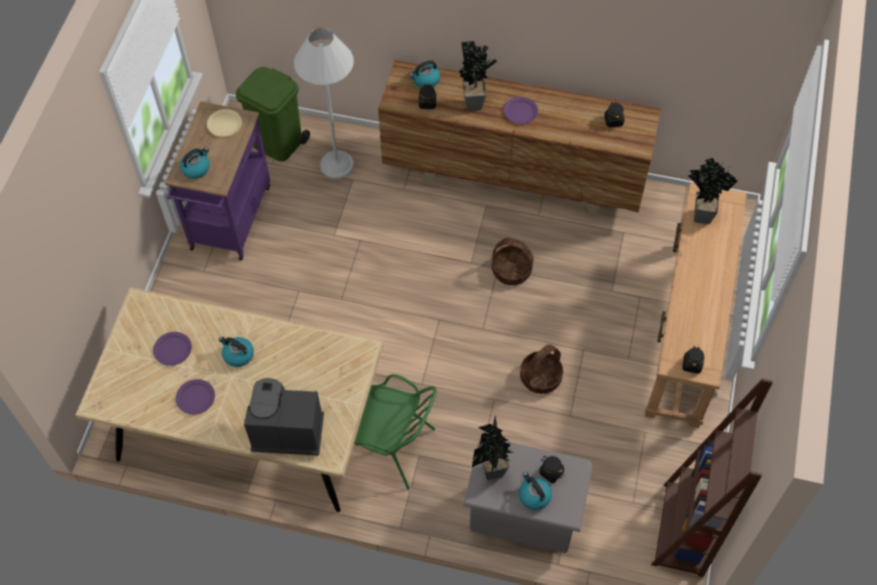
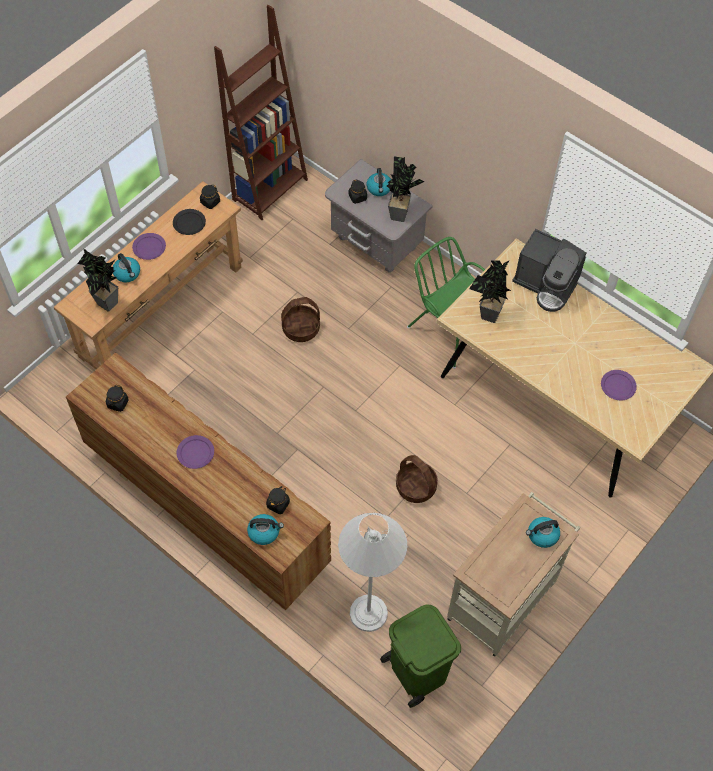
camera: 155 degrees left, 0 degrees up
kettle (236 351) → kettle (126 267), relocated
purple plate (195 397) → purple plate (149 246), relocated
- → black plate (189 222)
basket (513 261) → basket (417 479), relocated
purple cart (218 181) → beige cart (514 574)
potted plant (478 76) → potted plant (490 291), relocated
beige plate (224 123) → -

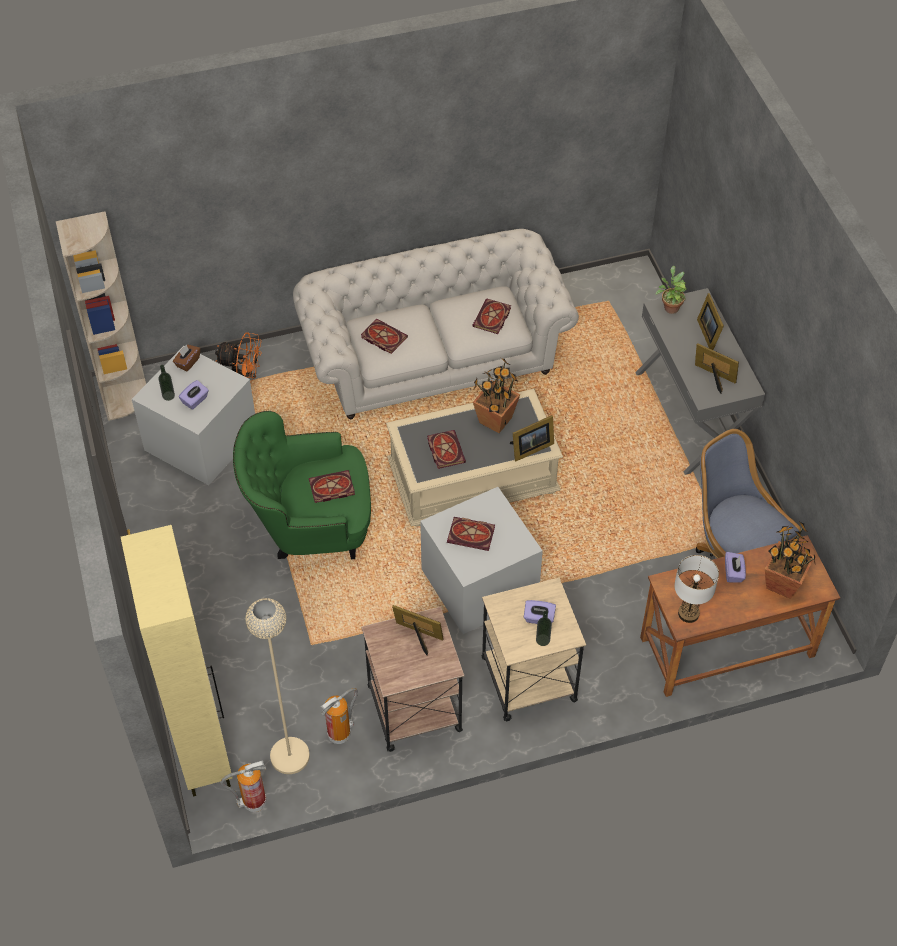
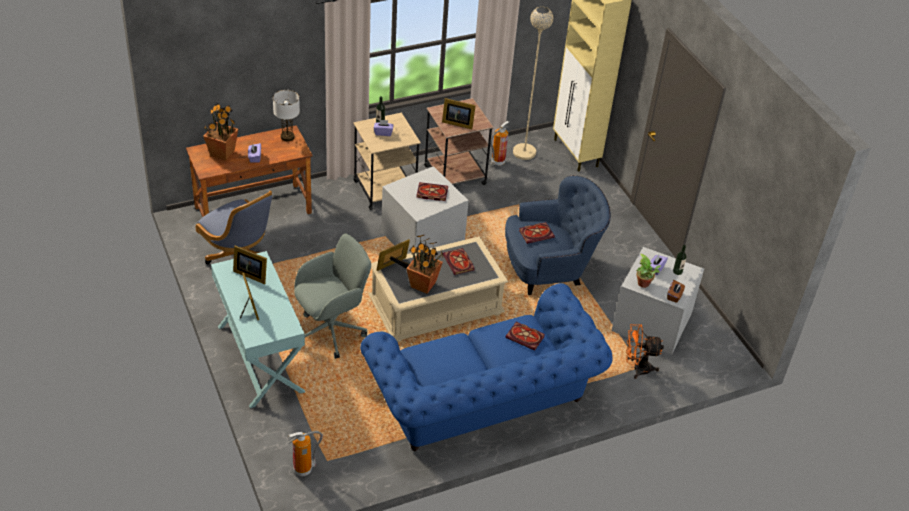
camera: 170 degrees right, 10 degrees down
grey desk (700 381) → turquoise desk (258 329)
fire extinguisher (243 786) → fire extinguisher (305 453), relocated
- → grey office chair (332 296)
white sofa (436 324) → blue sofa (486 367)
green armchair (302 485) → blue armchair (558 235)
potted plant (671 290) → potted plant (648 271), relocated
beige bookcase (101 316) → -
book (491 316) → -

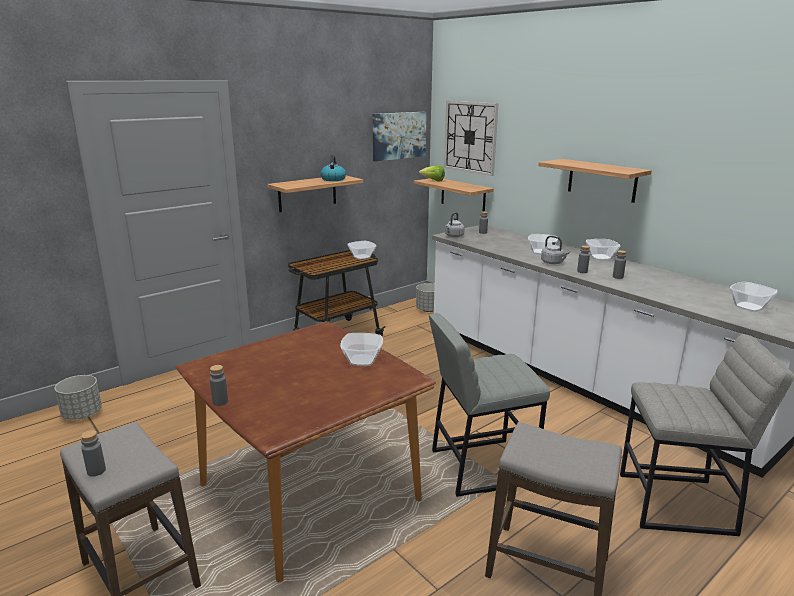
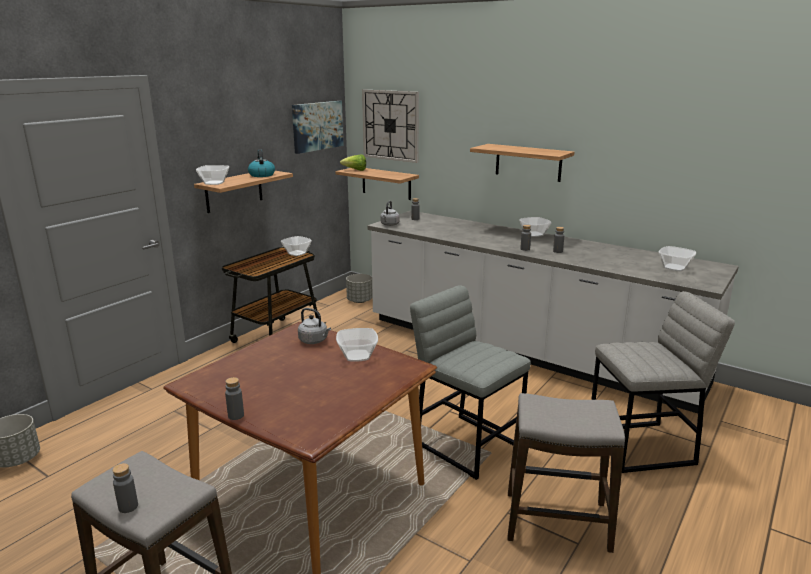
camera: 15 degrees left, 0 degrees up
bowl (543 244) → bowl (212 175), relocated
grey kettle (555 250) → grey kettle (314 326), relocated
grey chair (489 405) → grey chair (470 383), 75 degrees clockwise

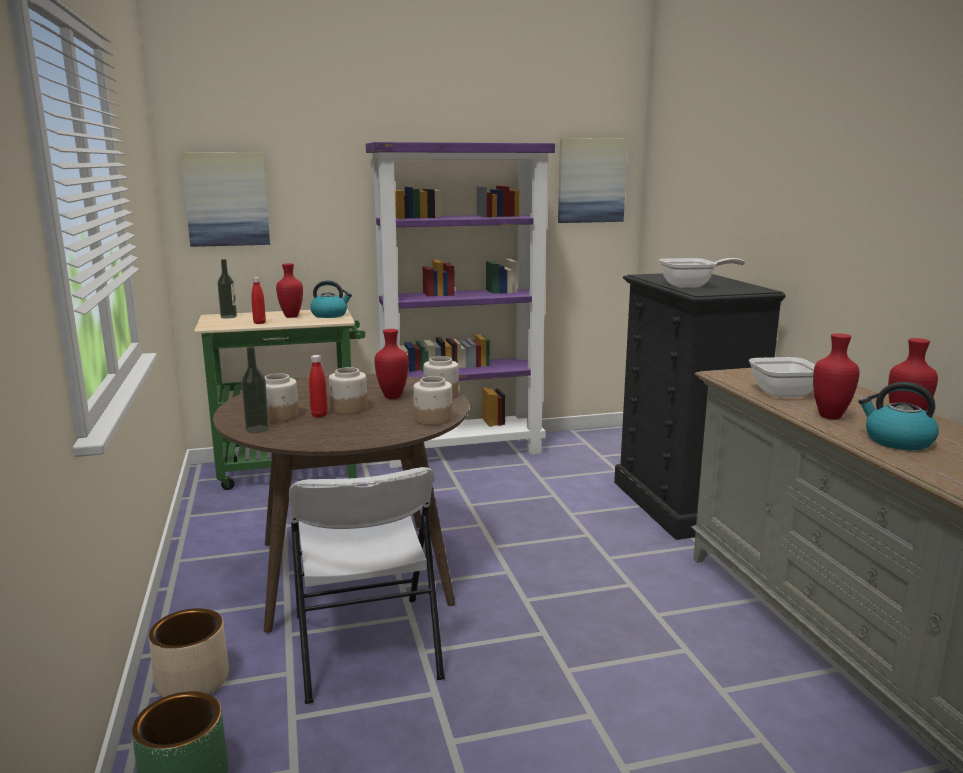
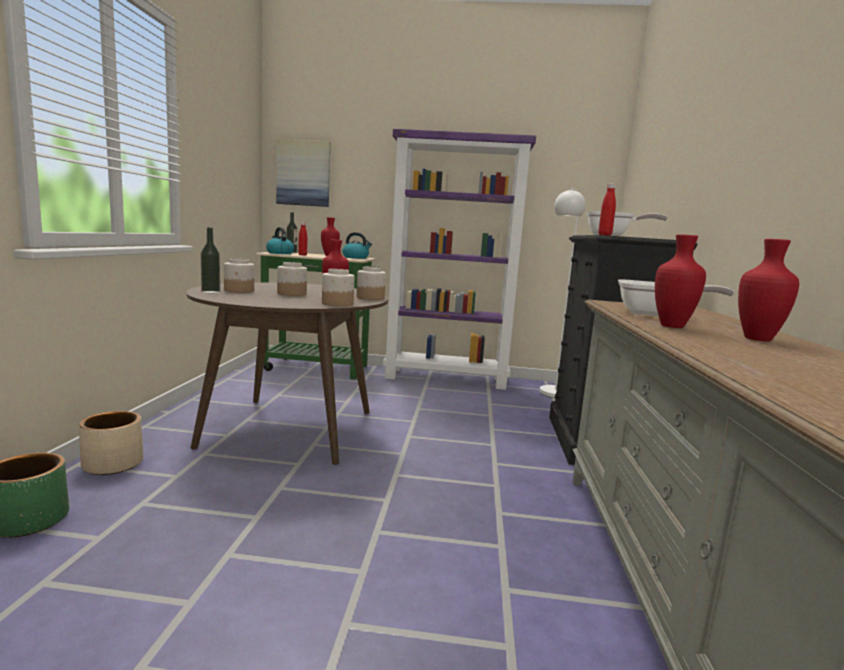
camera: 20 degrees right, 5 degrees down
kettle (899 416) → kettle (280 240), relocated
- → white floor lamp (562 293)
red bottle (318 386) → red bottle (607 210), relocated
white chair (367 585) → -
picture (593 180) → -

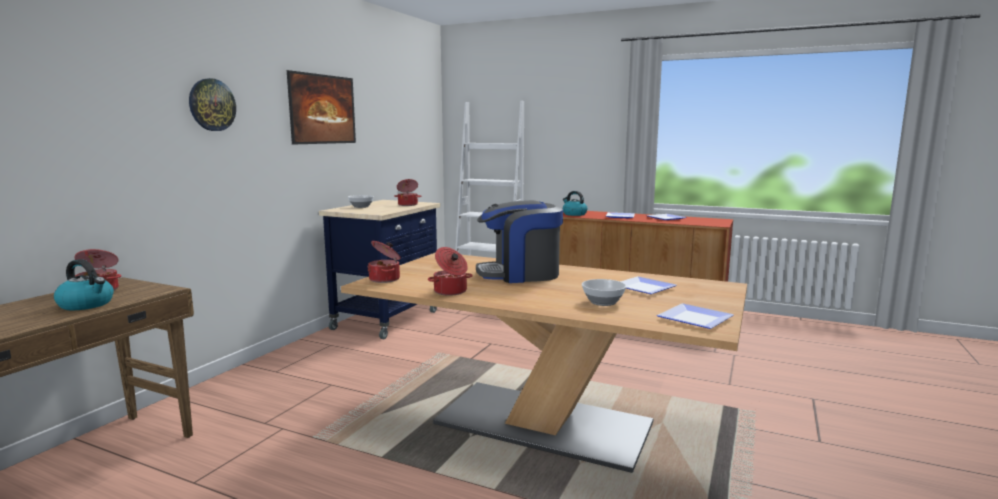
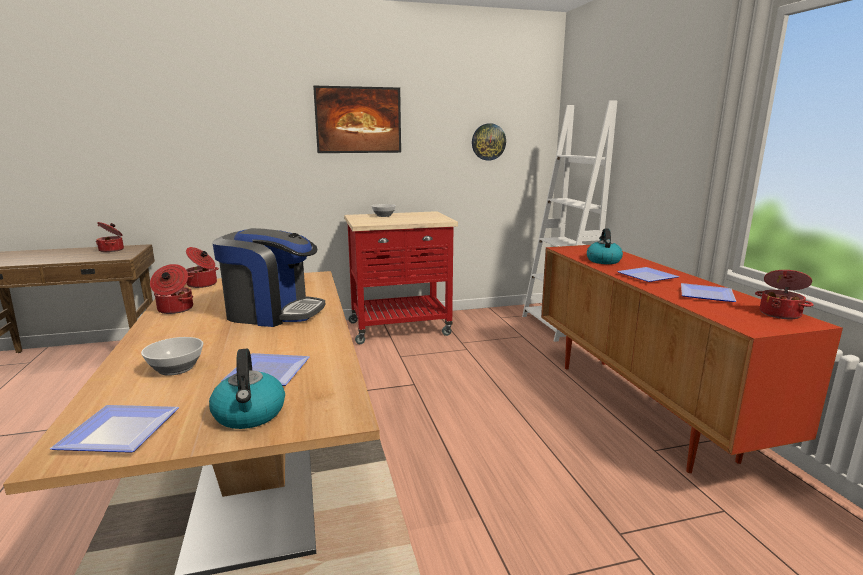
camera: 50 degrees right, 5 degrees up
kettle (84 284) → kettle (247 389), relocated
coffee machine (519 241) → coffee machine (269 277), 150 degrees clockwise
blue cart (379 269) → red cart (401 277)
wall clock (212 104) → wall clock (489 142), relocated
cooking pot (407 192) → cooking pot (784 294), relocated

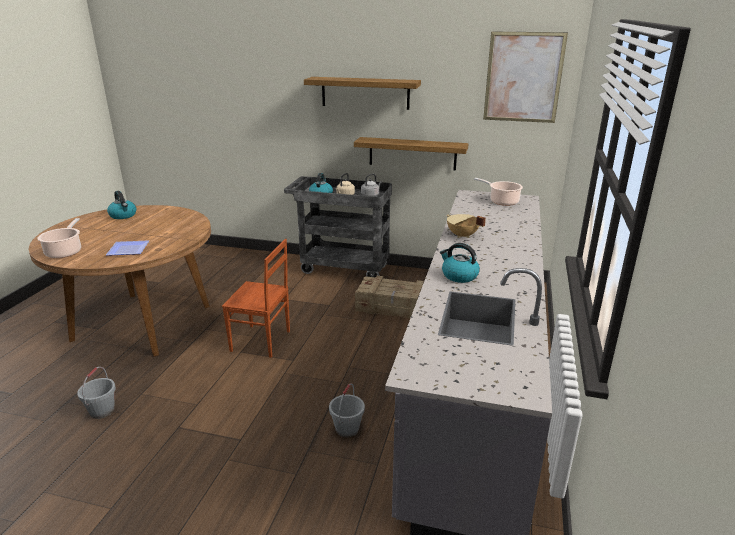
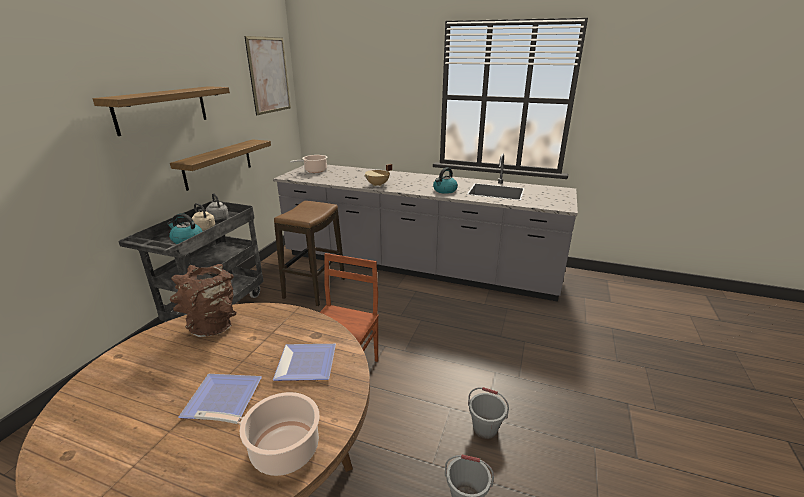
camera: 85 degrees left, 0 degrees up
- → brown vase (202 300)
- → plate (220 397)
crate (389 297) → stool (309 253)
grey bucket (347 410) → grey bucket (488 413), relocated
kettle (121 205) → -

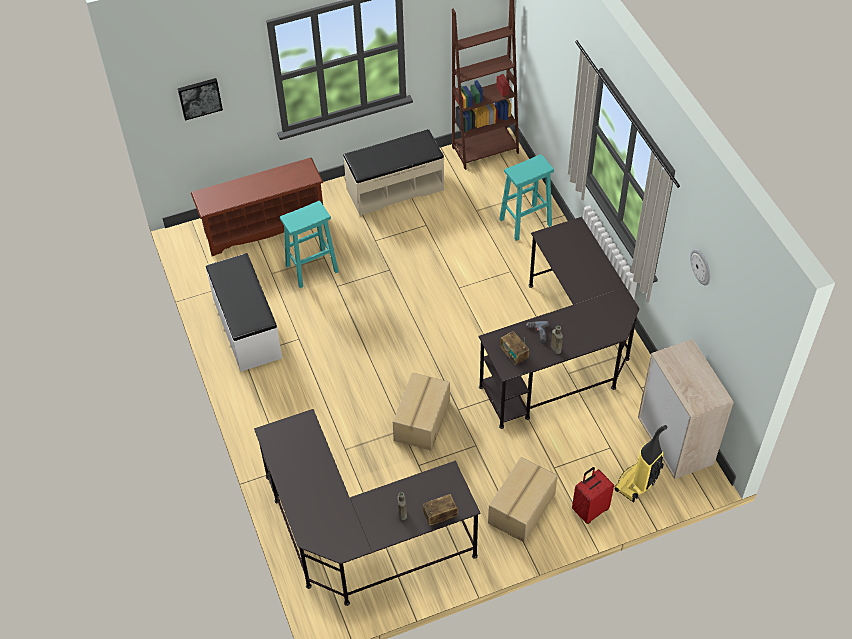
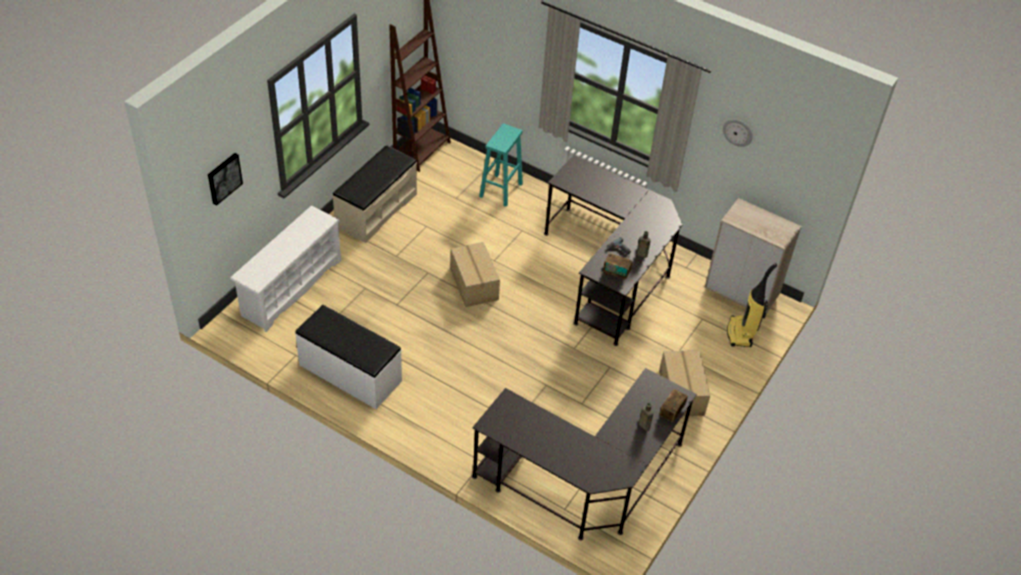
camera: 40 degrees left, 5 degrees down
brown shoe rack (257 207) → white shoe rack (285 269)
cardboard box (421 412) → cardboard box (475 274), relocated
turquoise stool (309 244) → -
red suitcase (593 495) → -

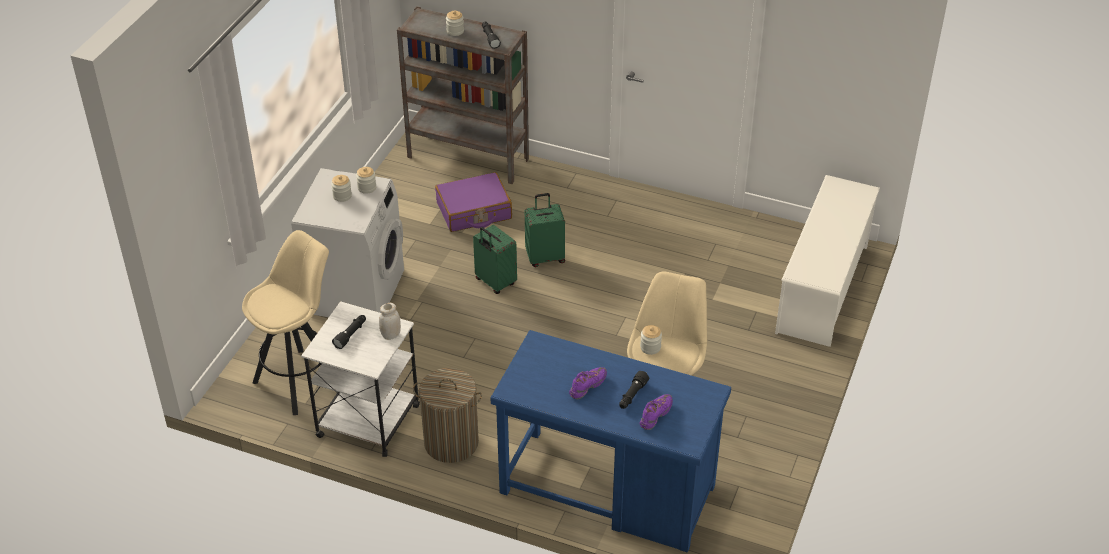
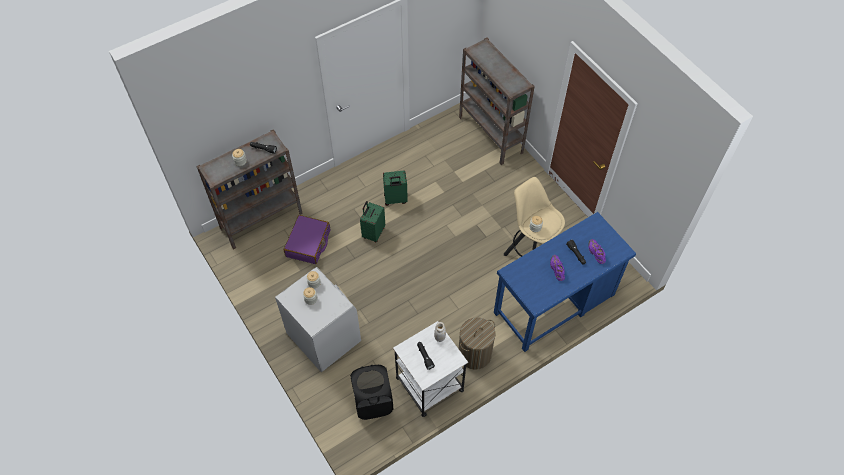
camera: 55 degrees left, 15 degrees up
beige stool (285 322) → black laundry basket (371 392)
green suitcase (495 259) → green suitcase (395 188), relocated
white shoe rack (827 261) → grey bookcase (497 101)

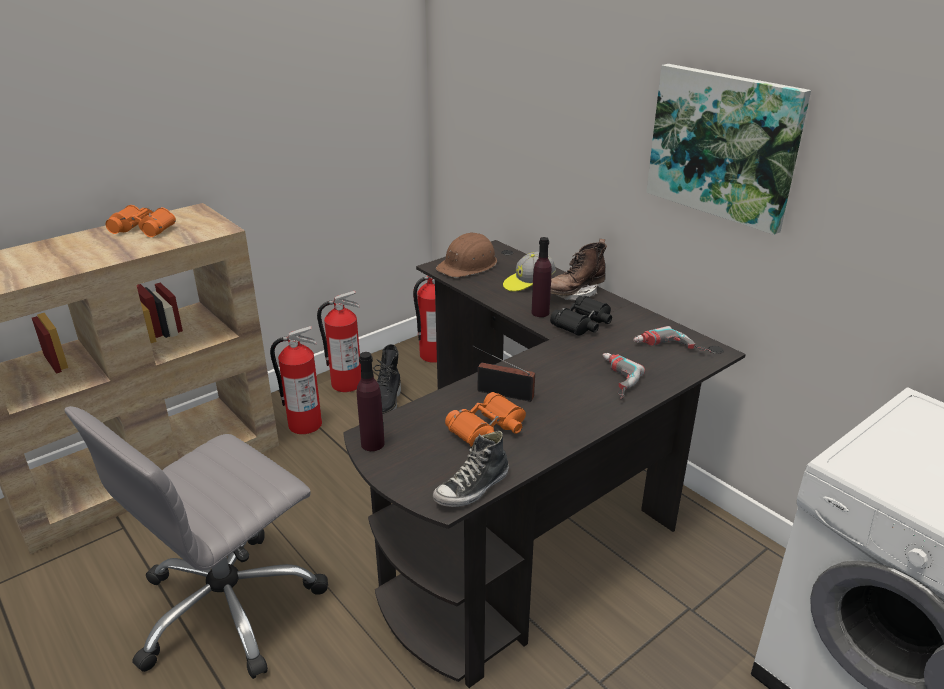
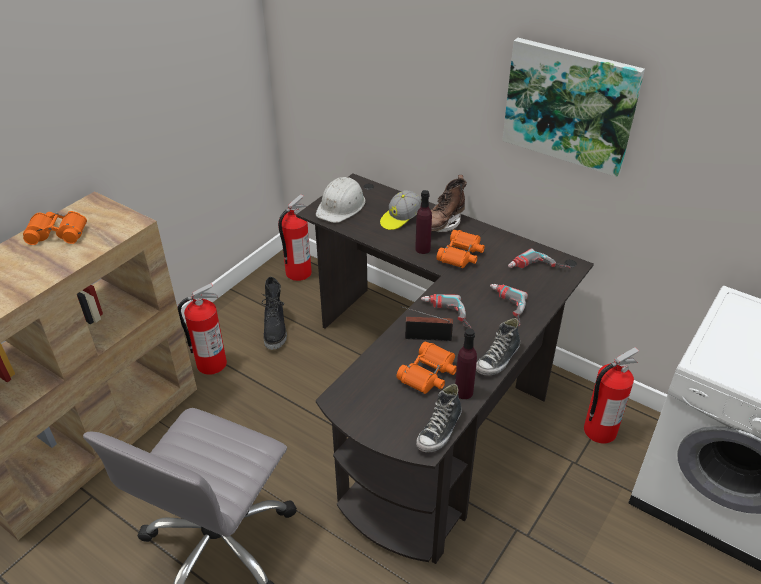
camera: 15 degrees left, 10 degrees up
brown hard hat (466 254) → white hard hat (340 200)
- → power drill (446 311)
black binoculars (581 316) → orange binoculars (461 249)
purple bottle (371 401) → purple bottle (466 363), relocated
- → shoe (498 346)
fire extinguisher (339 341) → fire extinguisher (611 395), relocated

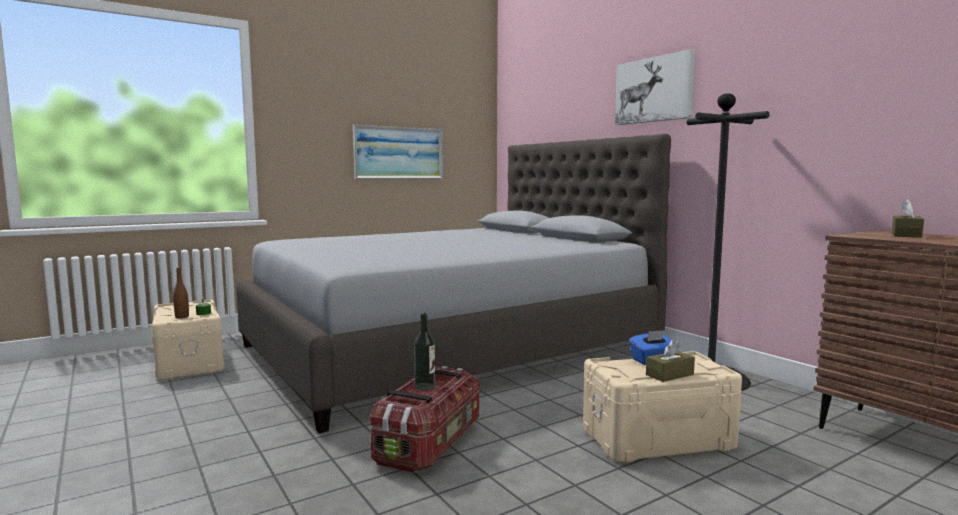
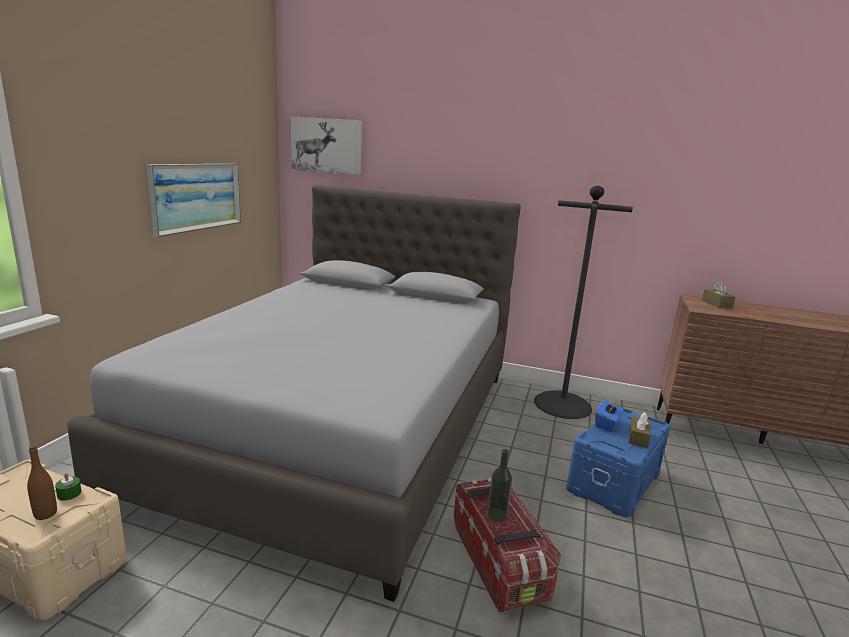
camera: 40 degrees left, 10 degrees up
picture (655 87) → picture (326 146), relocated
beige storage box (662 407) → blue storage box (618 462)

